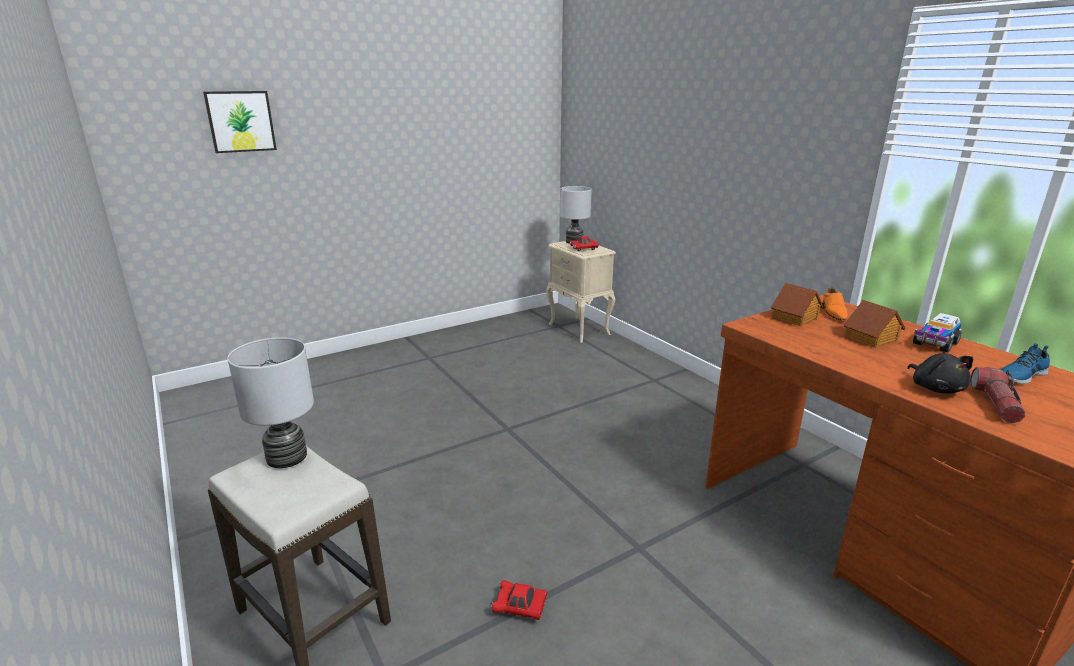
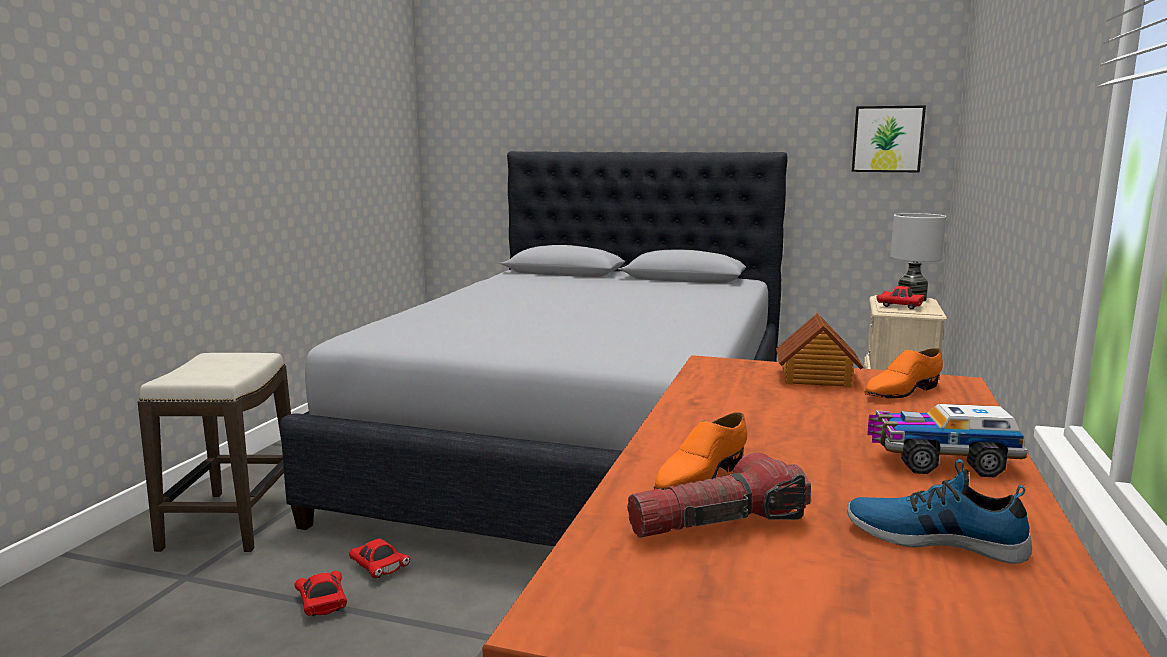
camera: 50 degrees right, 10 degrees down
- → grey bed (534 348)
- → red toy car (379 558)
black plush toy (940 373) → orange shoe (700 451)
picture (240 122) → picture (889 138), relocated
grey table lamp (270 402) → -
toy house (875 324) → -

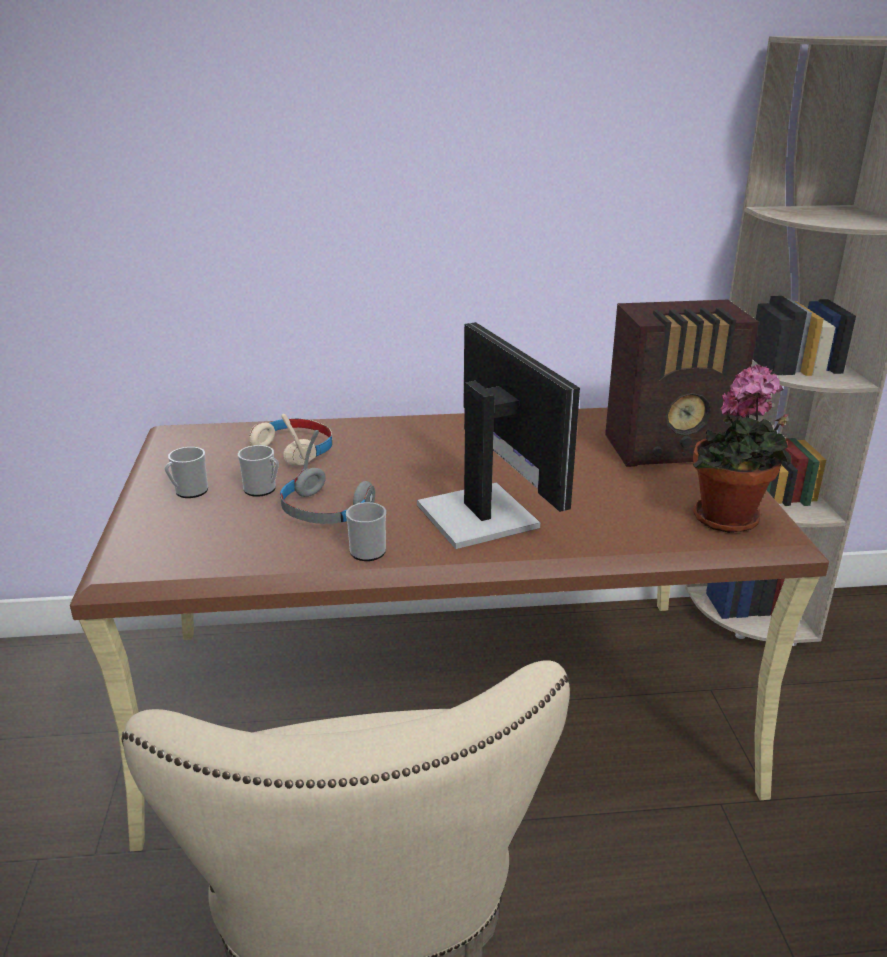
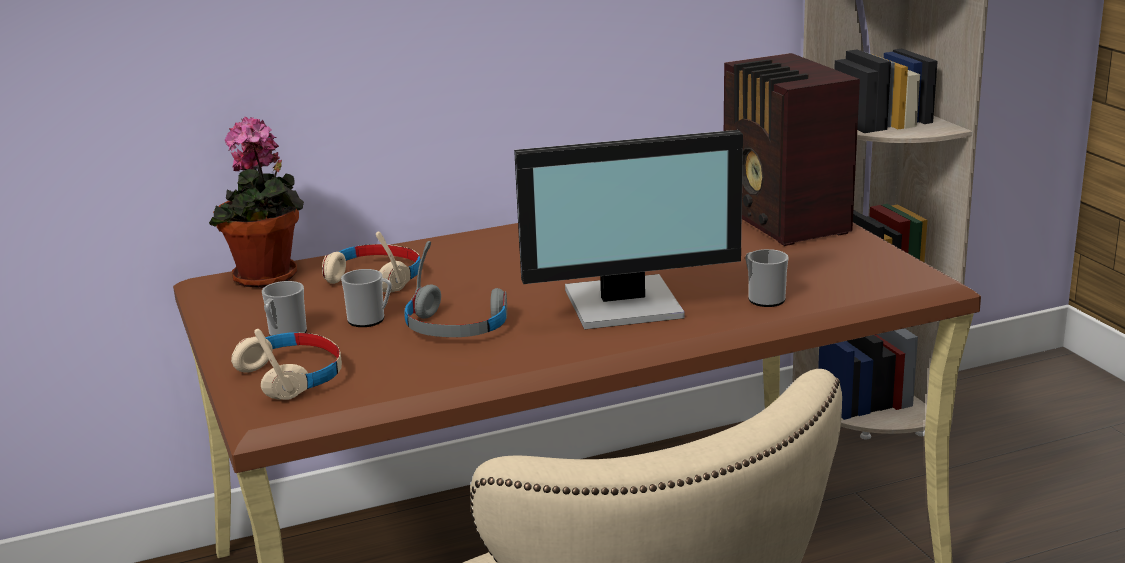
camera: 15 degrees left, 5 degrees down
potted plant (742 448) → potted plant (256 202), relocated
- → beige headphones (286 364)
monitor (498 435) → monitor (628 230), 120 degrees clockwise
radio (682 383) → radio (792 149), 90 degrees clockwise
mug (366 531) → mug (767 278), relocated

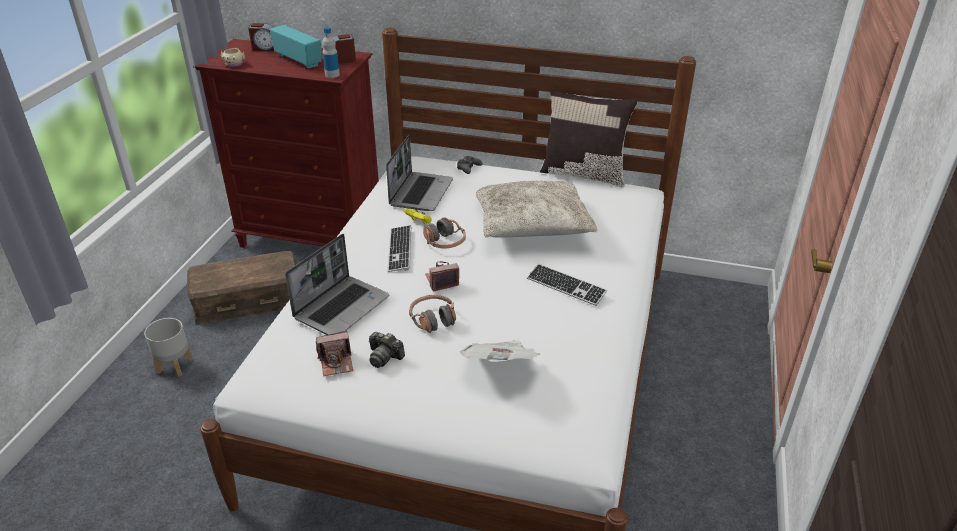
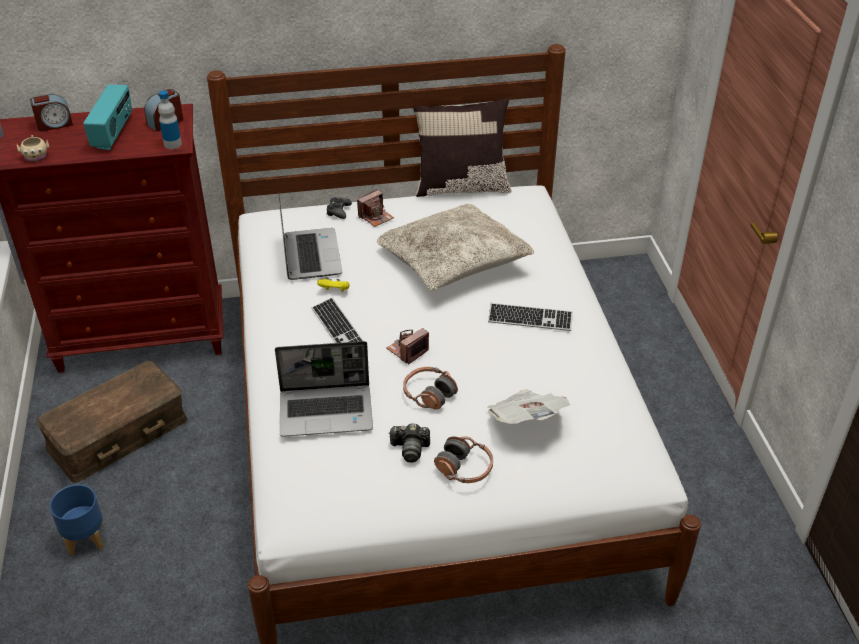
camera: 25 degrees left, 5 degrees up
grey planter (168 347) → blue planter (77 520)
radio (296 47) → radio (107 117), 75 degrees clockwise
laptop (337 284) → laptop (324 389), 75 degrees clockwise
photo camera (334 353) → photo camera (375 208), relocated
headphones (444 232) → headphones (463 459), relocated

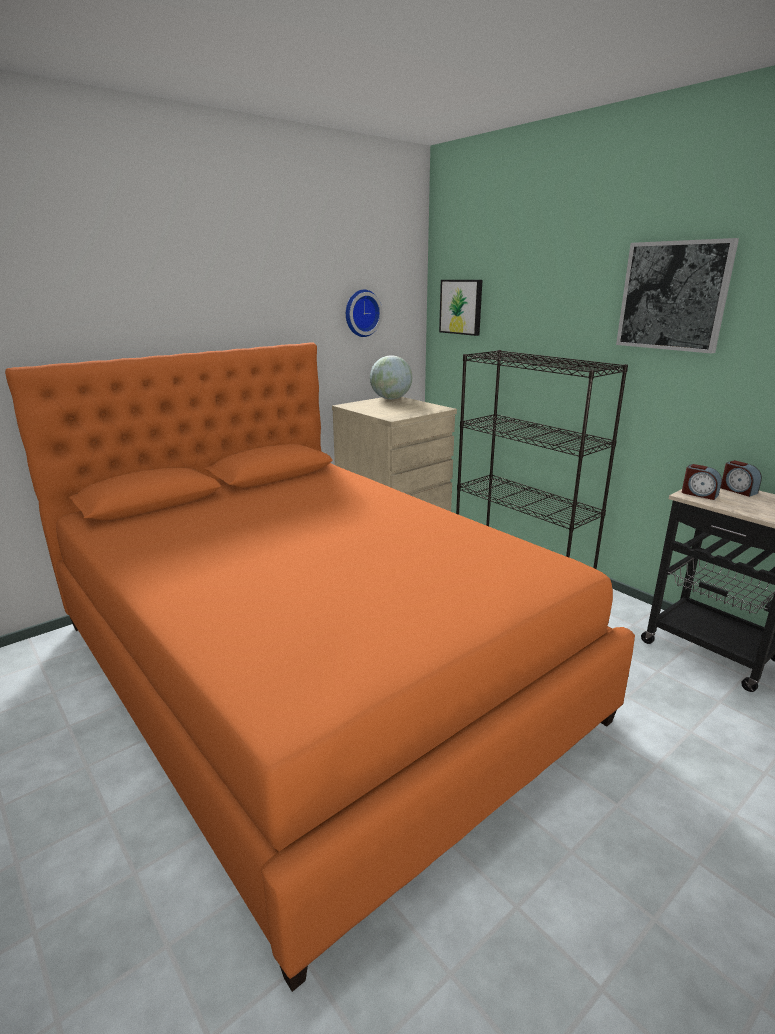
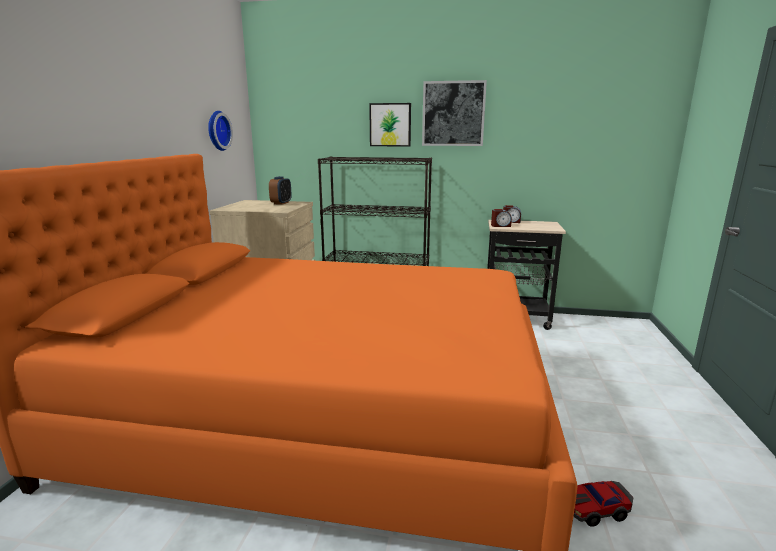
camera: 40 degrees left, 5 degrees down
- → alarm clock (280 190)
picture (460 308) → picture (390 125), relocated
- → toy car (603 504)
globe (391 377) → -

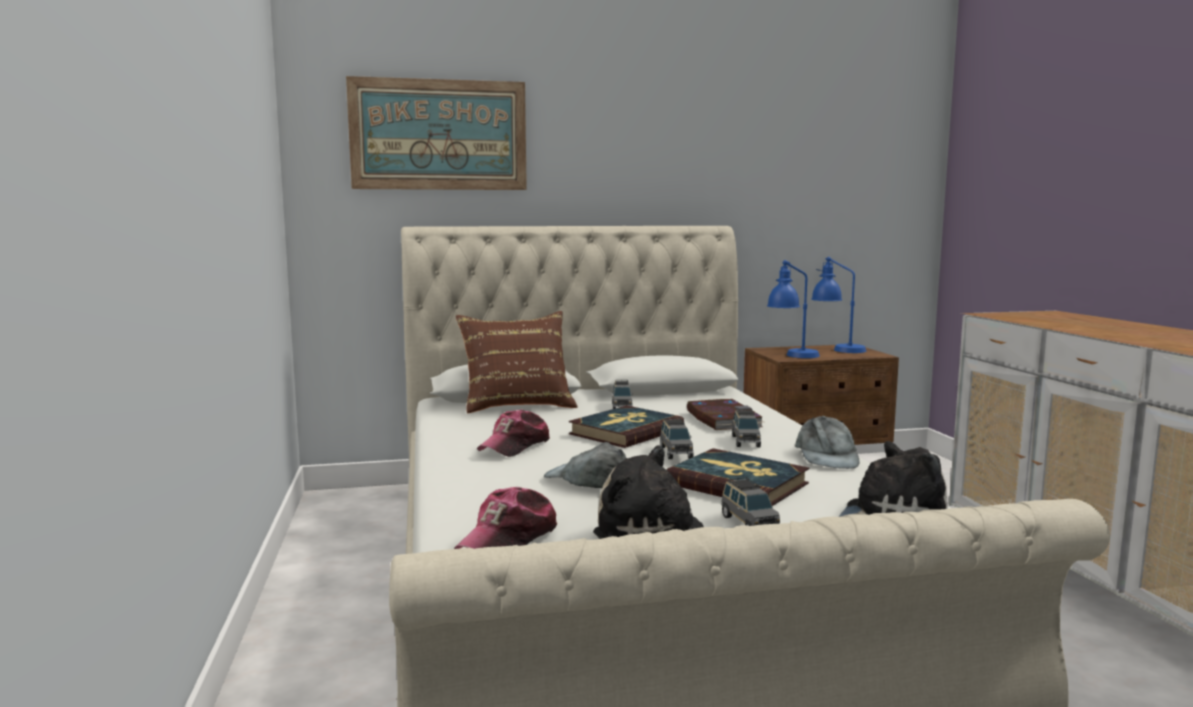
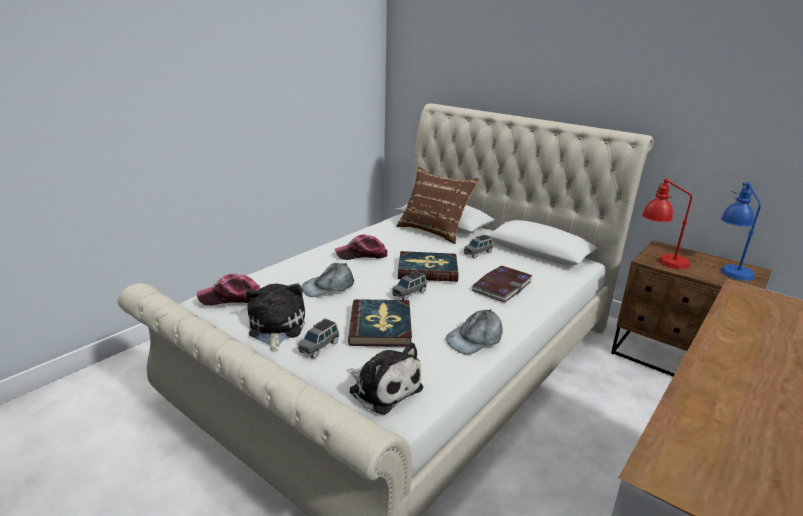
camera: 50 degrees right, 15 degrees up
grey cap (585 465) → grey cap (328 280), 120 degrees counterclockwise
blue table lamp (793 309) → red table lamp (667 223)
picture (436 133) → -
grey toy car (746 427) → -

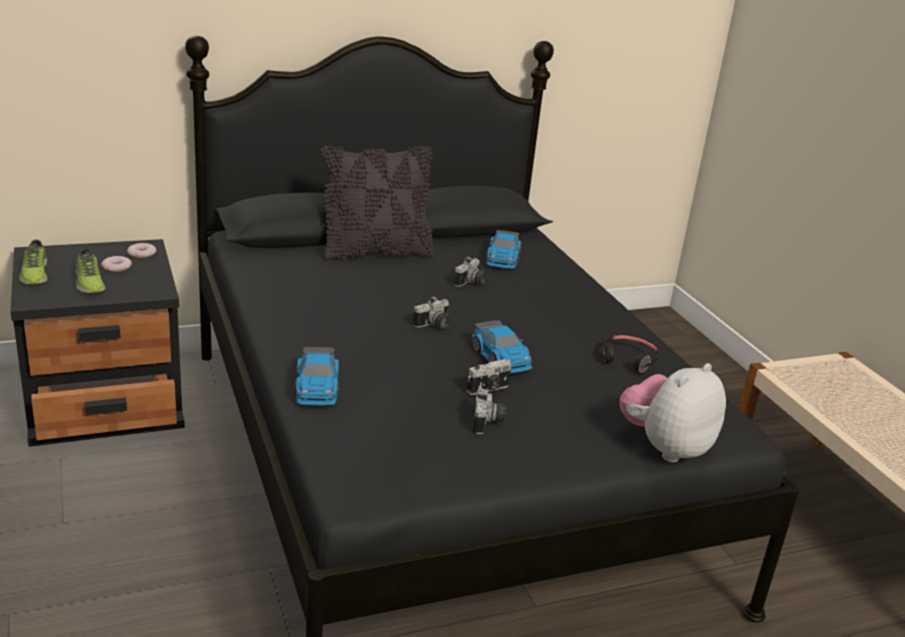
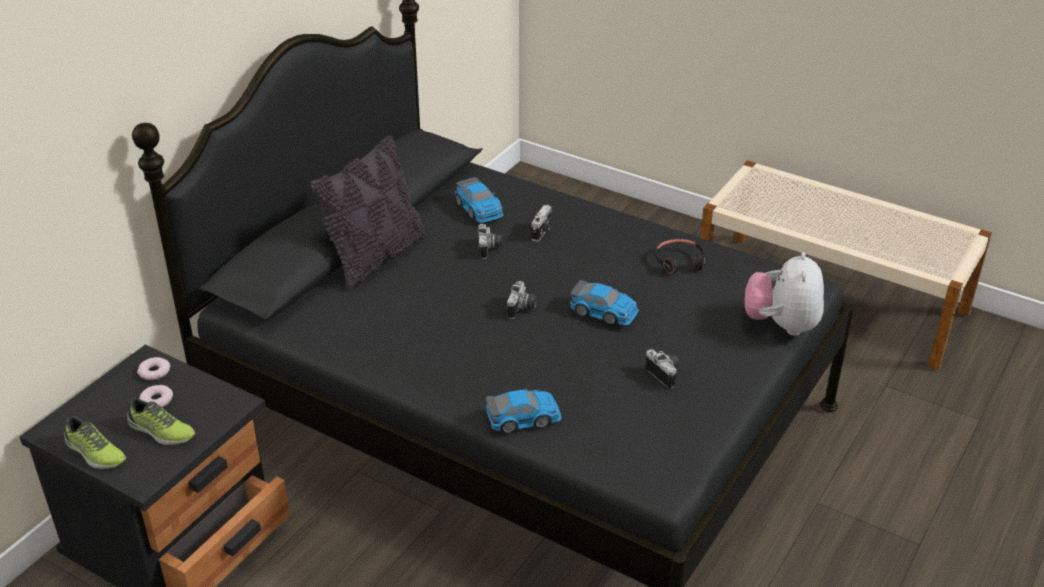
camera: 35 degrees left, 10 degrees up
toy car (317 376) → toy car (524 411), 60 degrees counterclockwise
photo camera (489 377) → photo camera (542 223), relocated

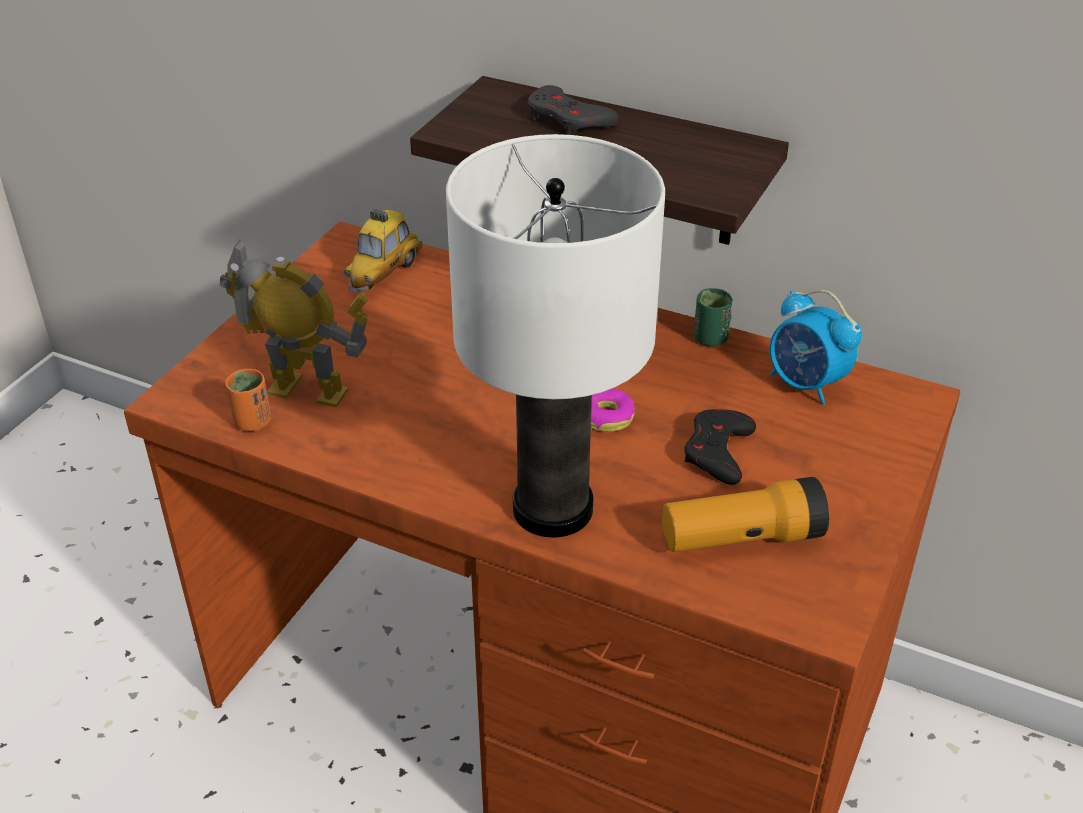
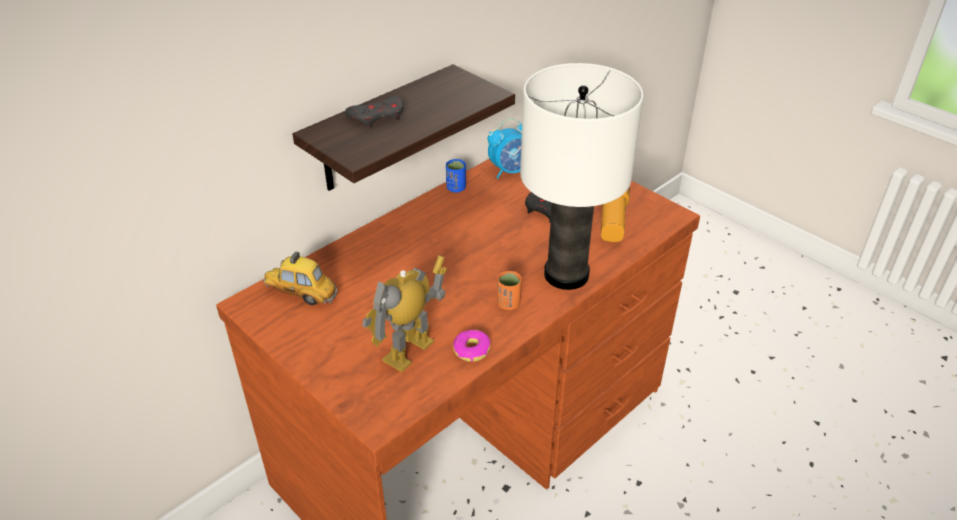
camera: 70 degrees left, 0 degrees up
toy car (383 251) → toy car (300 278), 150 degrees clockwise
green cup (713 317) → blue cup (456 176)
donut (613 410) → donut (472 346), relocated
orange cup (248 400) → orange cup (509 290), relocated

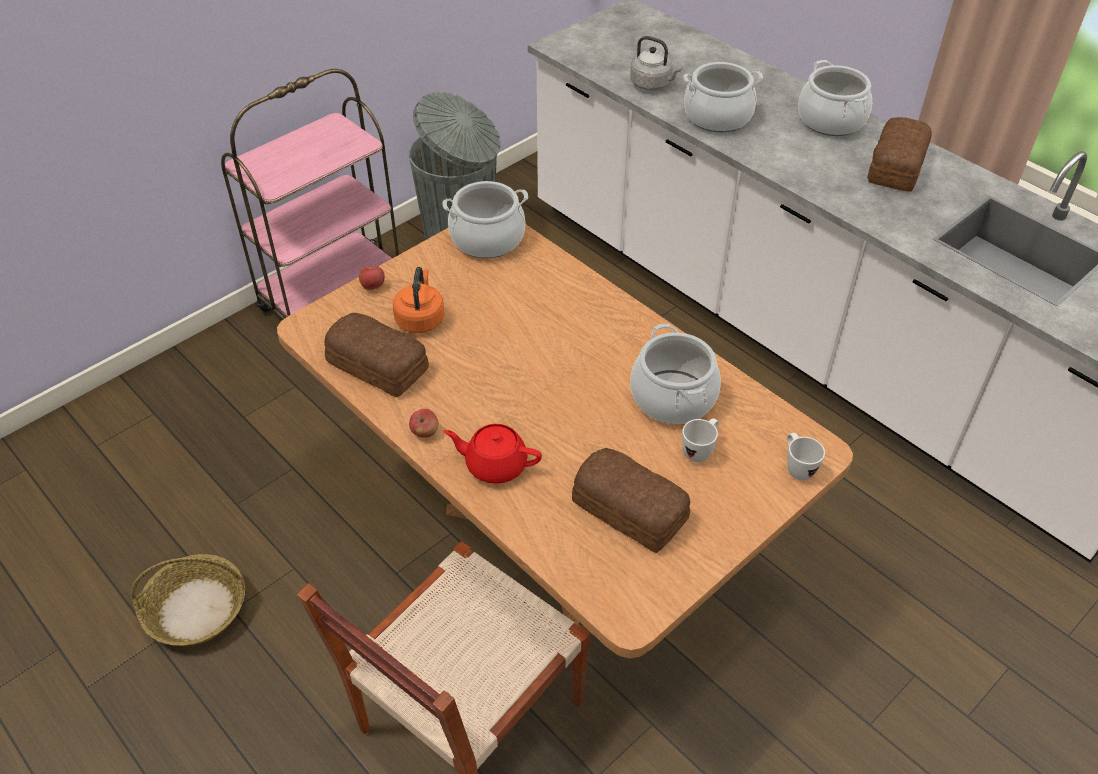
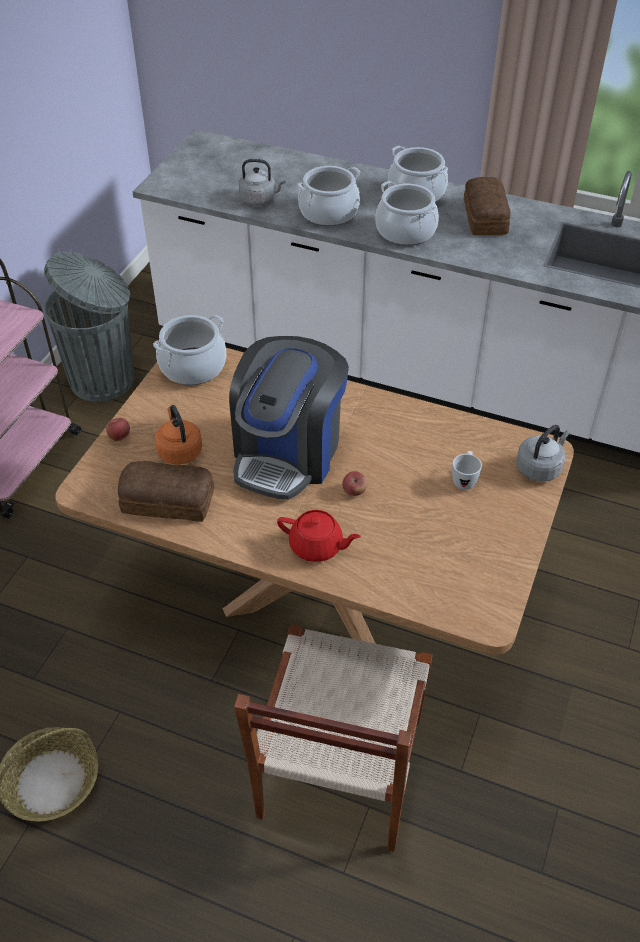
camera: 25 degrees left, 0 degrees up
- → coffee machine (289 418)
red teapot (493 454) → red teapot (319 536), 150 degrees counterclockwise
apple (423 423) → apple (354 483), relocated
cooking pot (675 374) → cooking pot (407 213), relocated
white mug (806 457) → grey kettle (543 453)
bread (631 500) → -

